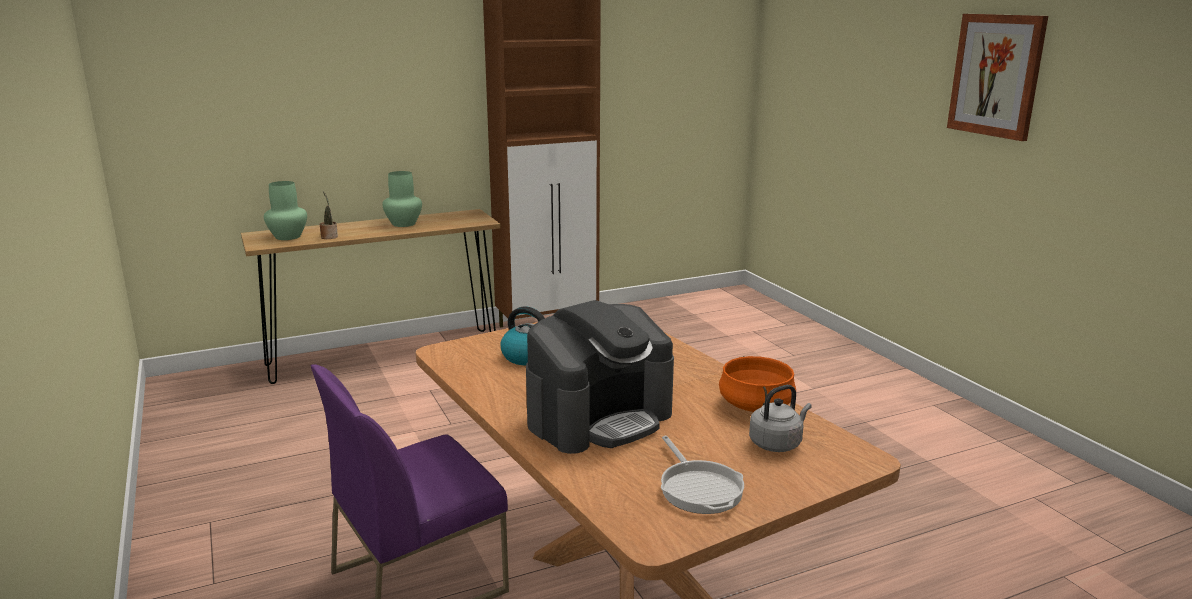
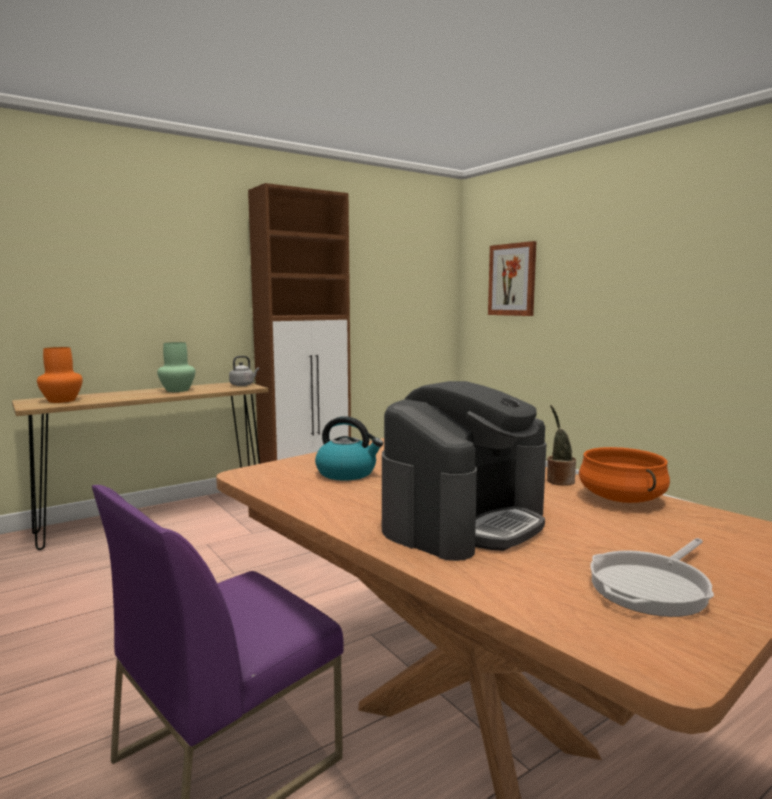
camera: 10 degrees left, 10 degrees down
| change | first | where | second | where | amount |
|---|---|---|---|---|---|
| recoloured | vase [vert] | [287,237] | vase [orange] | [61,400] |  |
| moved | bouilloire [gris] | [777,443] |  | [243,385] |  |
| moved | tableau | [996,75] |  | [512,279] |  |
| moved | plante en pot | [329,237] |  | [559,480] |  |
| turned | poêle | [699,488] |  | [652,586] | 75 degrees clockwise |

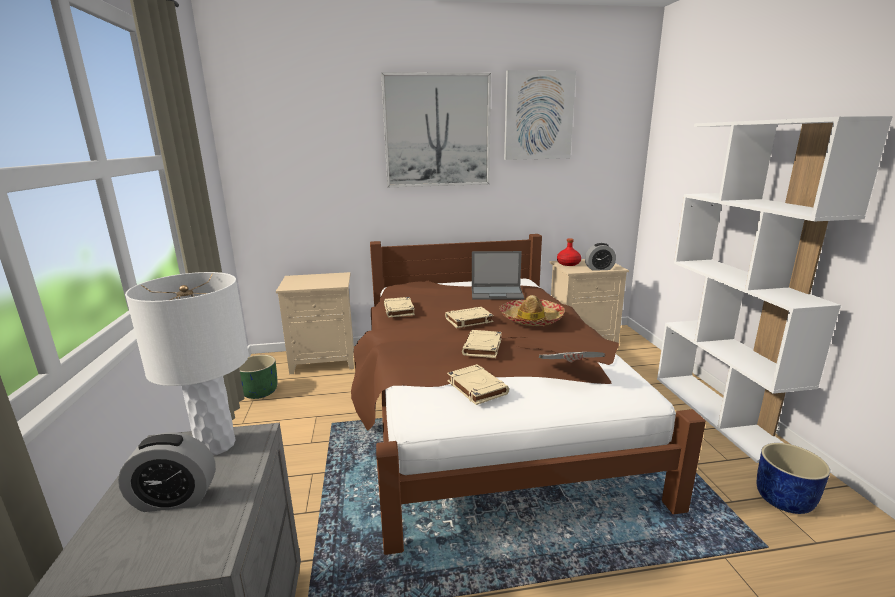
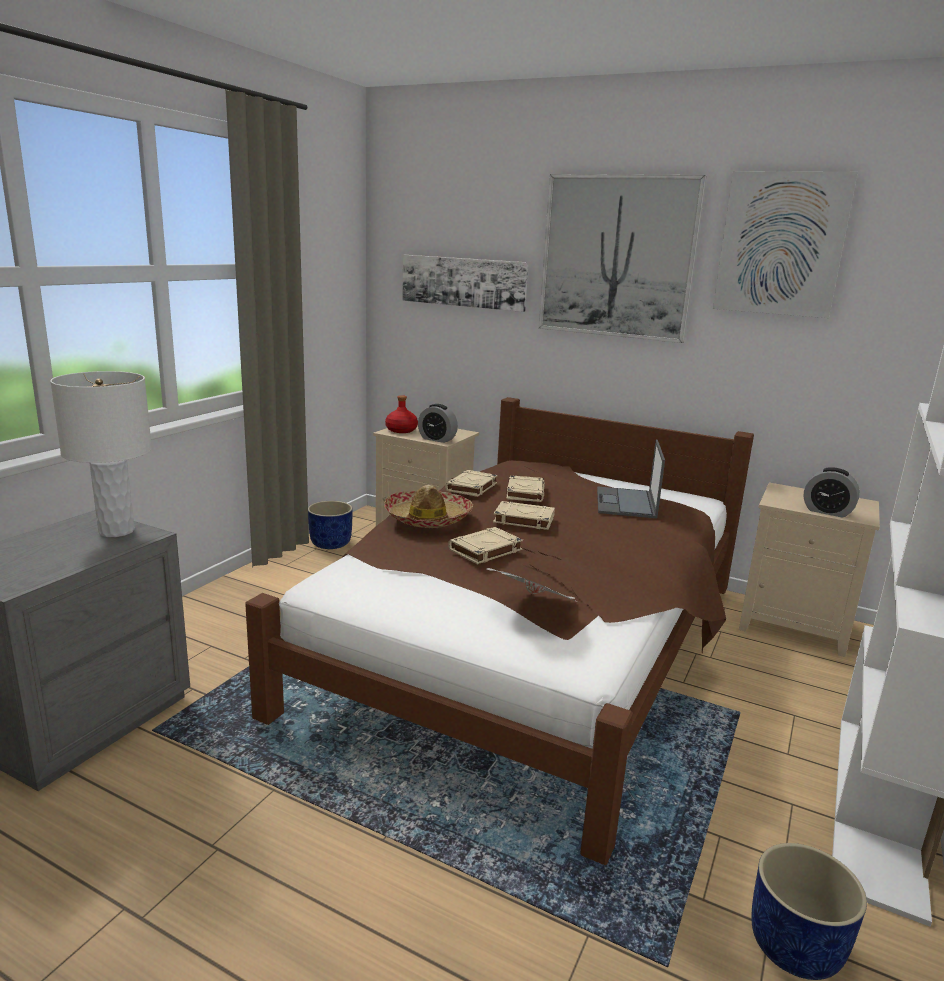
camera: 35 degrees right, 0 degrees up
| change | first | where | second | where | amount |
|---|---|---|---|---|---|
| recoloured | cache-pot [vert] | [260,392] | cache-pot [bleu] | [331,543] |  |
| moved | chapeau | [531,319] |  | [428,518] |  |
| moved | bouteille [rouge] | [568,264] |  | [401,430] |  |
| added |  |  | tableau | [464,282] |  |
| moved | réveil | [175,499] |  | [437,439] |  |
| moved | livre [beige] | [476,387] |  | [525,492] |  |
| turned | ordinateur portable | [497,293] |  | [626,503] | 60 degrees clockwise |

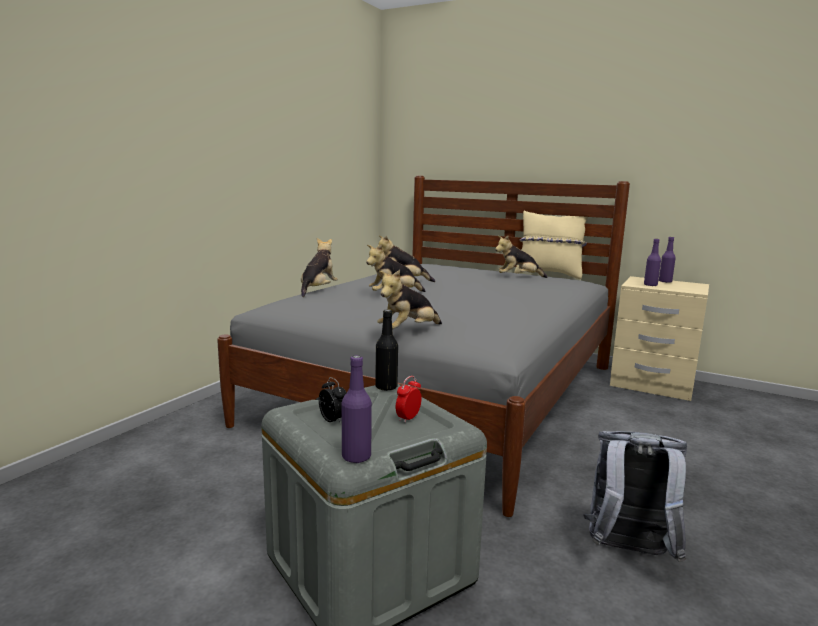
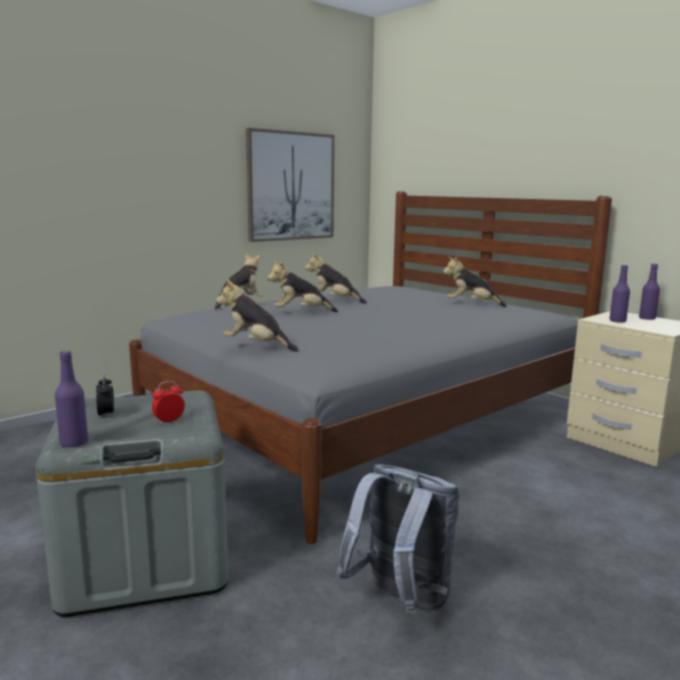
camera: 20 degrees right, 0 degrees up
| change | first | where | second | where | amount |
|---|---|---|---|---|---|
| turned | peluche | [408,331] |  | [256,346] | 45 degrees clockwise |
| added |  |  | tableau | [291,186] |  |
| removed | bouteille [noir] | [386,387] |  |  |  |
| removed | coussin [beige] | [549,274] |  |  |  |

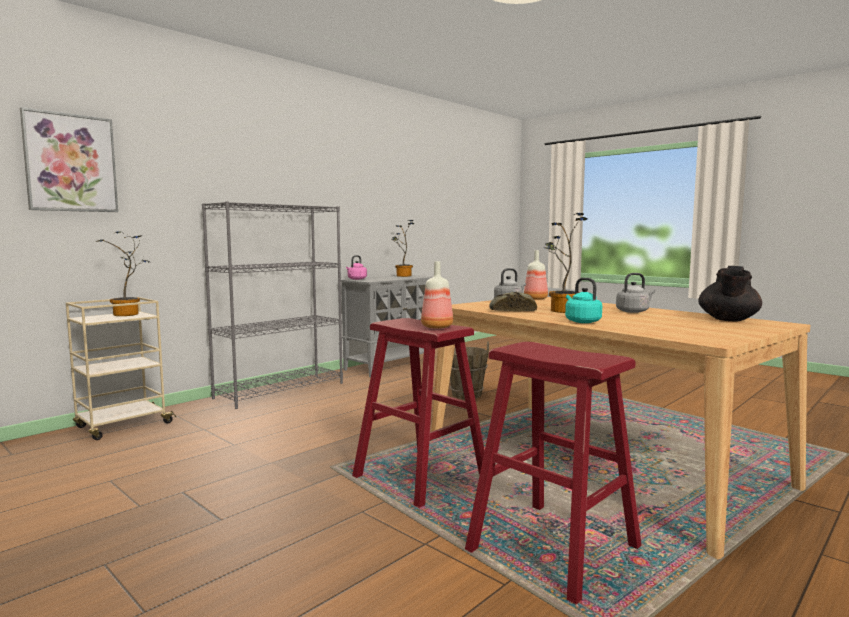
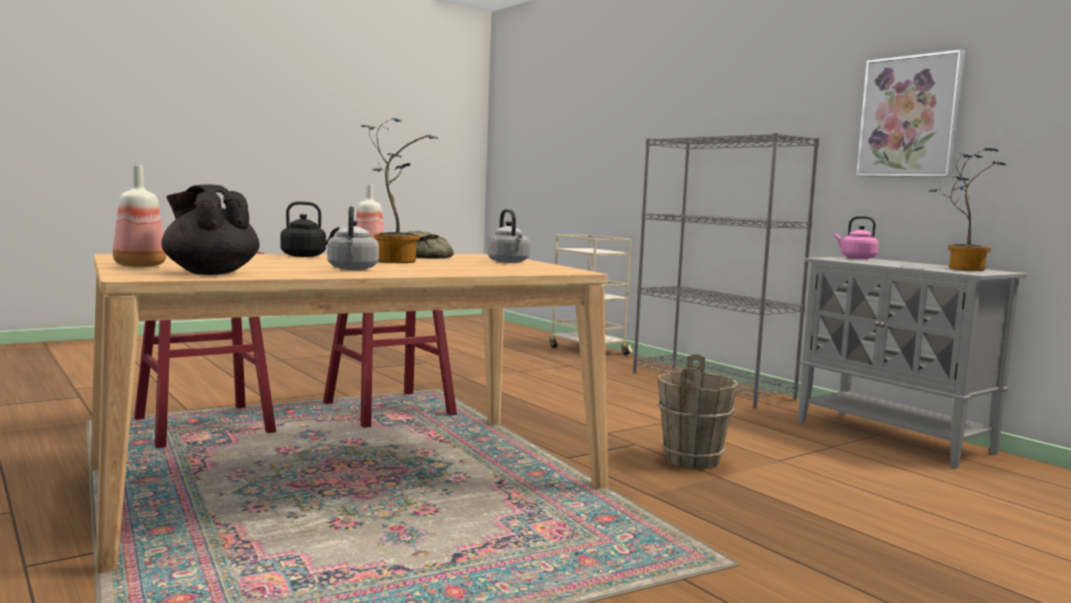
camera: 100 degrees right, 0 degrees up
| change | first | where | second | where | amount |
|---|---|---|---|---|---|
| moved | bouteille | [535,299] |  | [141,266] |  |
| recoloured | bouilloire [turquoise] | [581,321] | bouilloire [noir] | [306,256] |  |
| moved | tableau | [70,163] |  | [909,117] |  |
| removed | plante en pot | [128,315] |  |  |  |

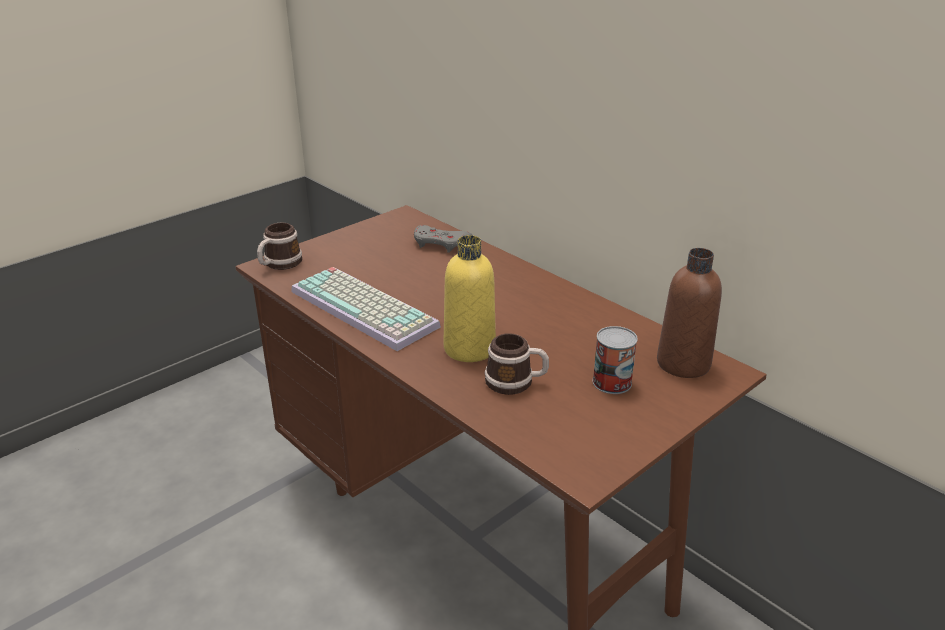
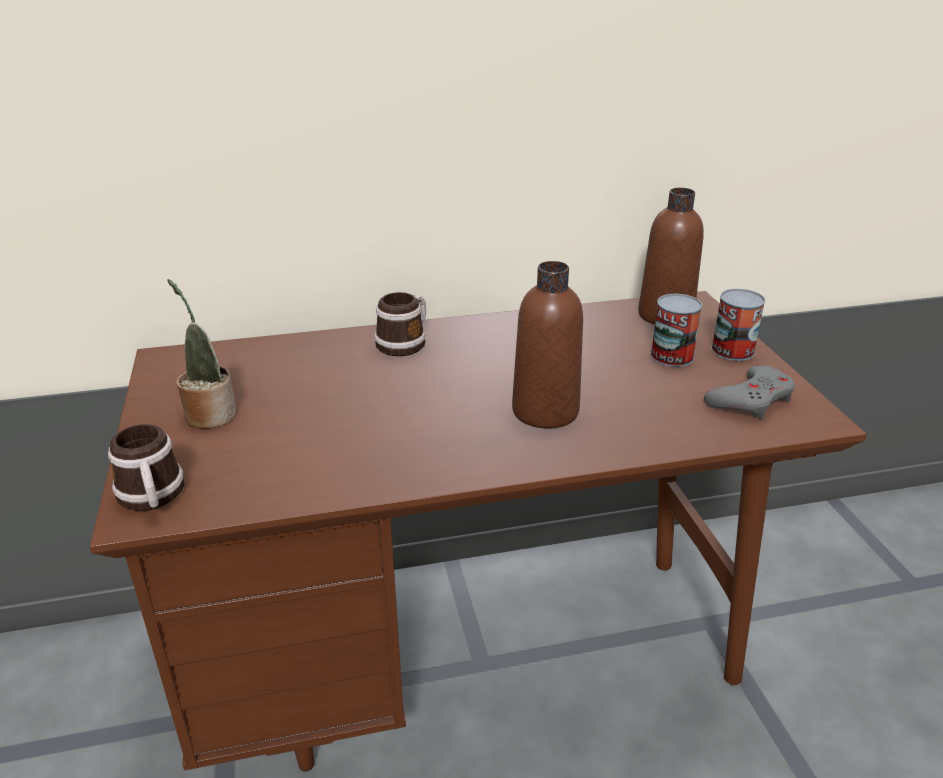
camera: 60 degrees left, 0 degrees up
| change | first | where | second | where | amount |
|---|---|---|---|---|---|
| added |  |  | plante en pot | [209,413] |  |
| moved | mug | [516,382] |  | [405,342] |  |
| recoloured | bouteille [jaune] | [469,348] | bouteille [marron] | [545,411] |  |
| moved | manette [gris] | [440,243] |  | [751,399] |  |
| added |  |  | boîte métallique | [732,350] |  |
| removed | clavier | [367,308] |  |  |  |

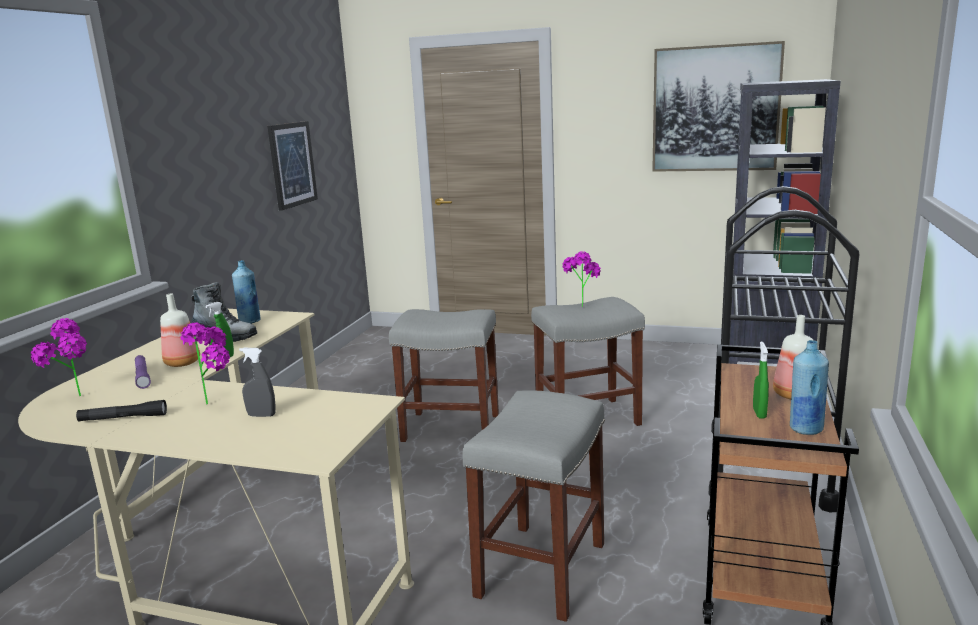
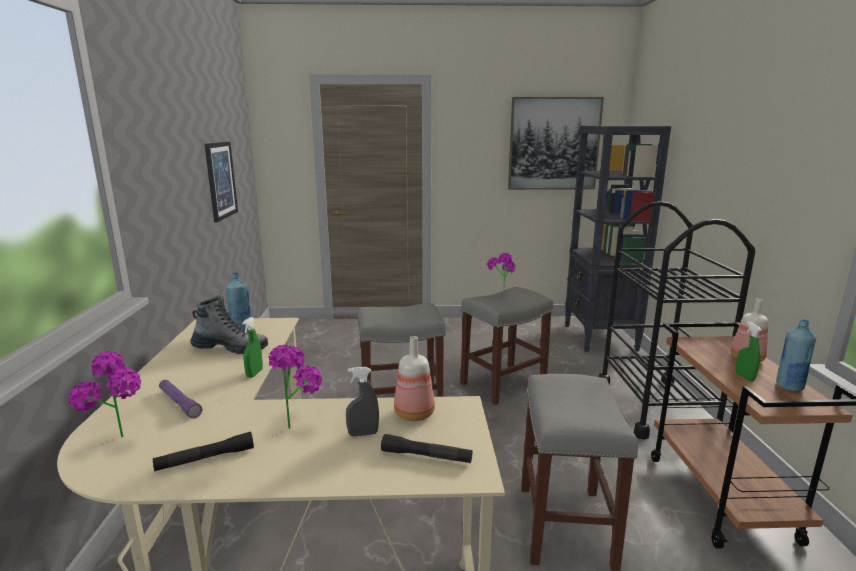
camera: 20 degrees left, 0 degrees up
| change | first | where | second | where | amount |
|---|---|---|---|---|---|
| added |  |  | lampe de poche [noir] | [426,456] |  |
| moved | bouteille | [182,362] |  | [413,413] |  |

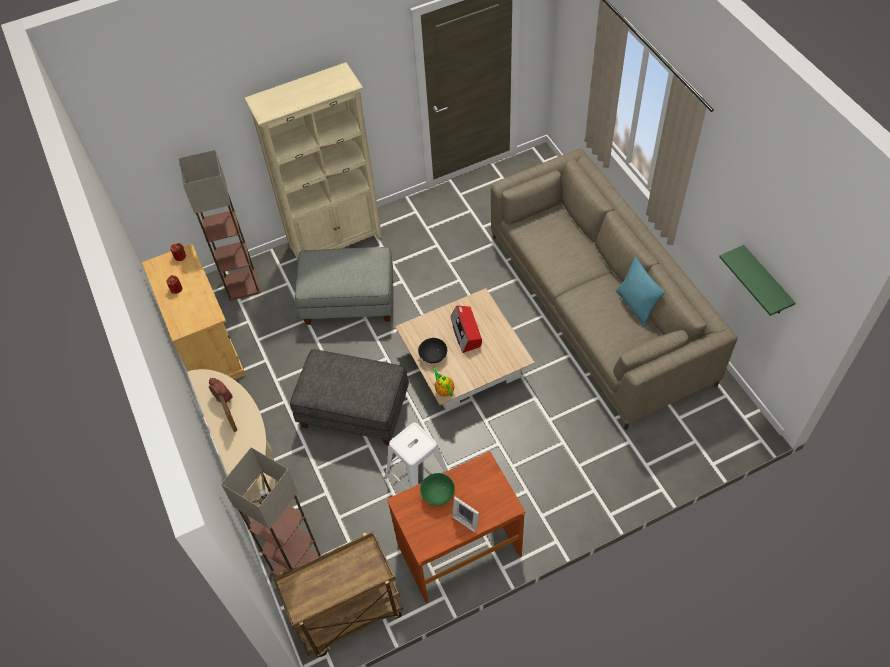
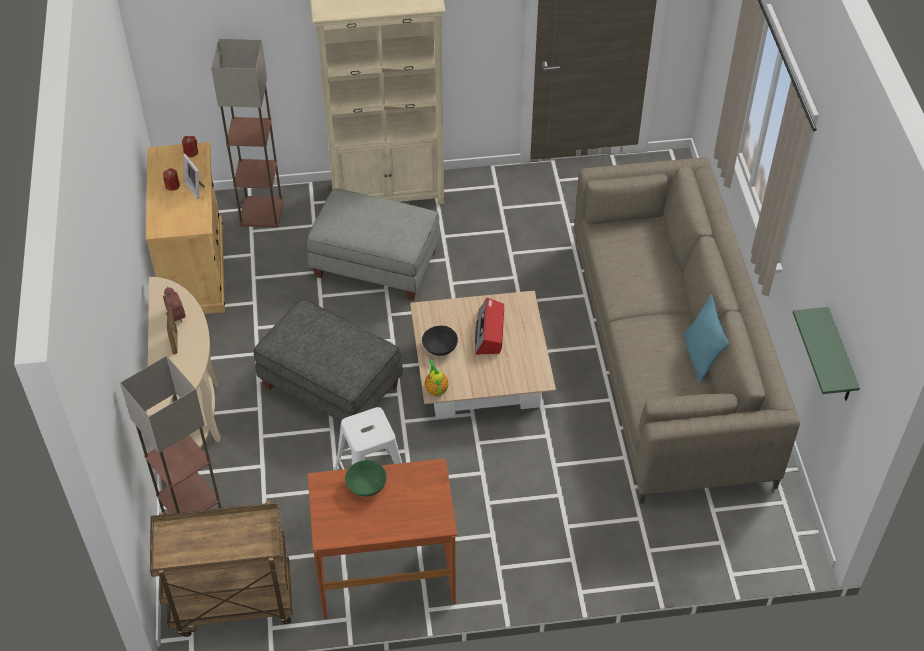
camera: 15 degrees right, 5 degrees down
| change | first | where | second | where | amount |
|---|---|---|---|---|---|
| moved | cadre photo | [467,519] |  | [196,188] |  |

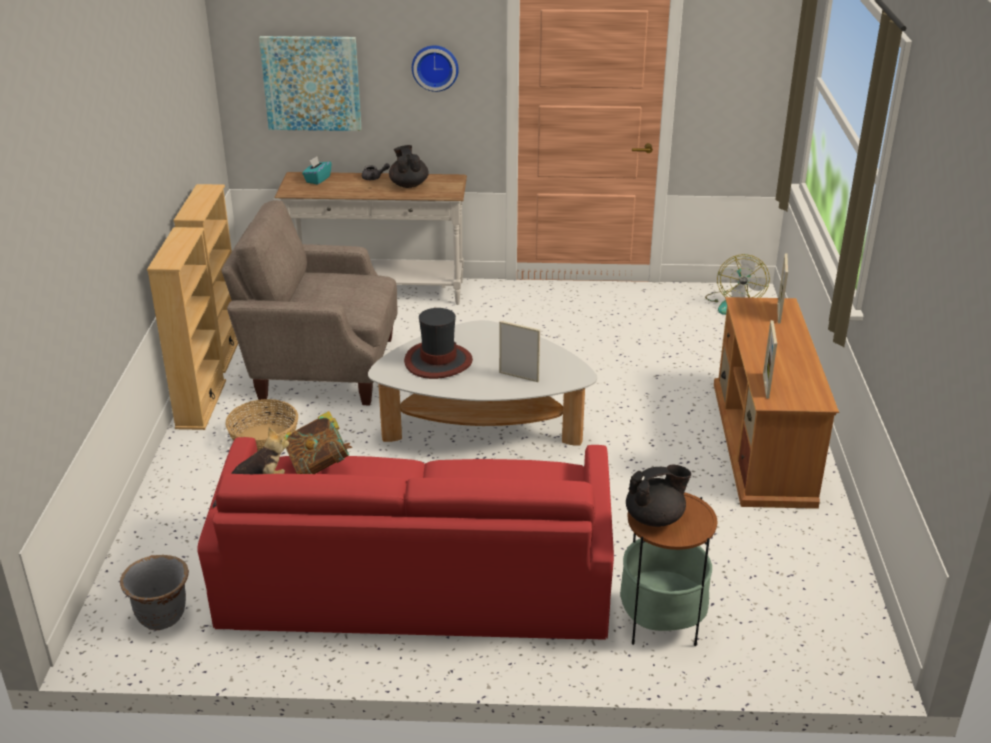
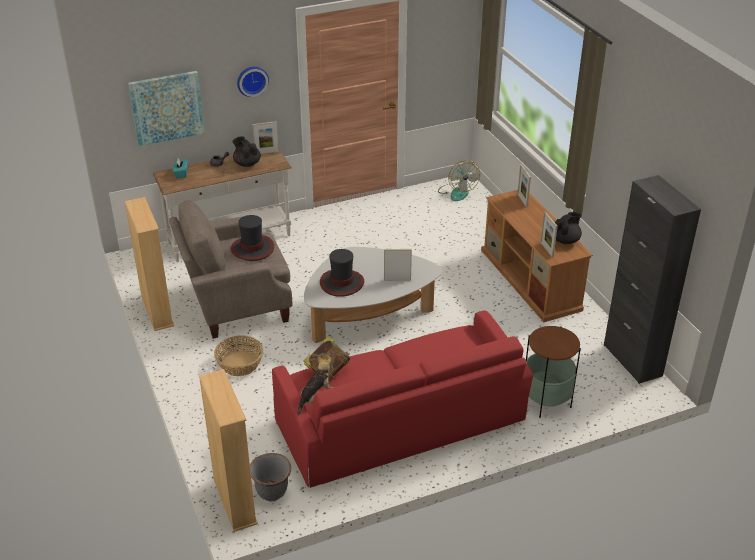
camera: 25 degrees left, 5 degrees up
| change | first | where | second | where | amount |
|---|---|---|---|---|---|
| moved | bibliothèque [beige] | [200,404] |  | [234,501] |  |
| added |  |  | chapeau | [252,248] |  |
| added |  |  | cadre photo | [266,153] |  |
| moved | théière [noir] | [655,518] |  | [565,240] |  |
| added |  |  | meuble de rangement [noir] | [632,360] |  |

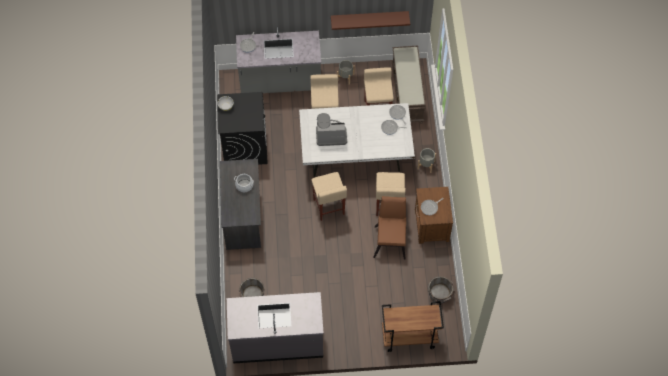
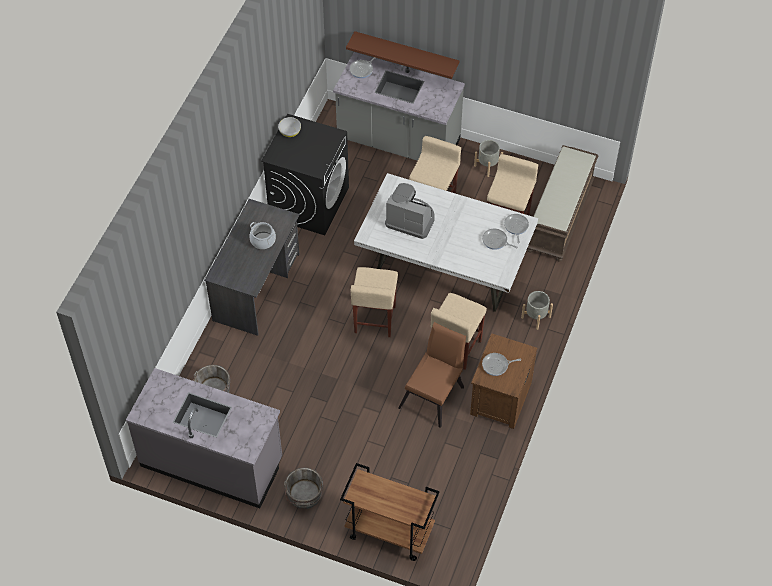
camera: 25 degrees right, 5 degrees down
| change | first | where | second | where | amount |
|---|---|---|---|---|---|
| moved | seau [gris] | [440,294] |  | [304,496] |  |
| moved | étagère [marron] | [369,18] |  | [406,53] |  |

